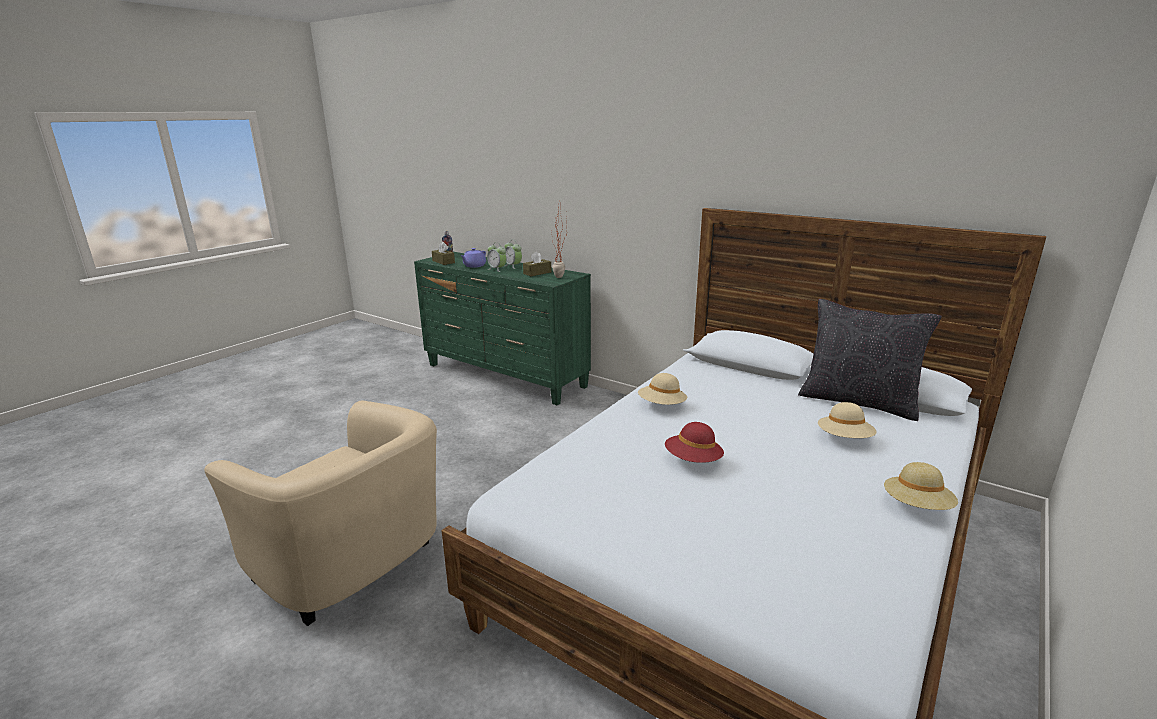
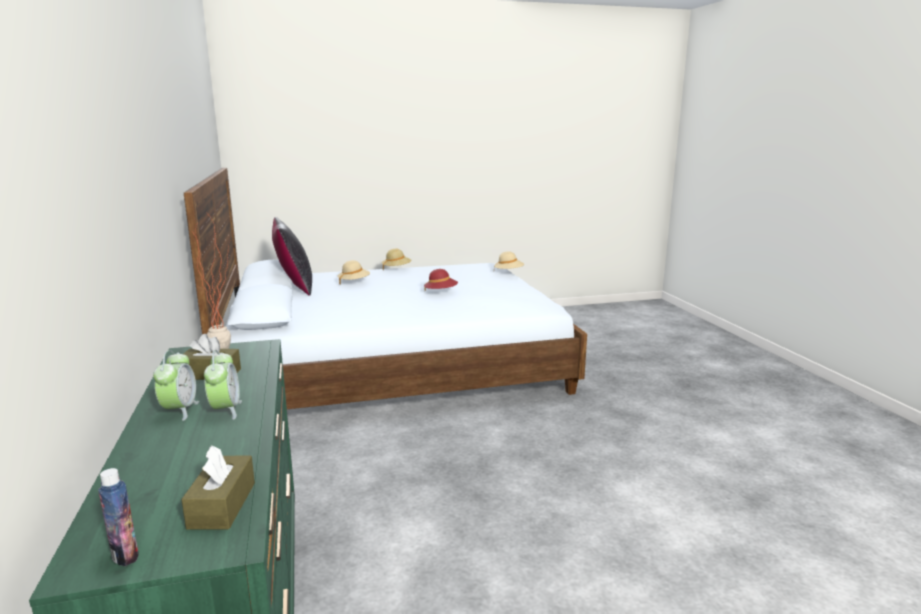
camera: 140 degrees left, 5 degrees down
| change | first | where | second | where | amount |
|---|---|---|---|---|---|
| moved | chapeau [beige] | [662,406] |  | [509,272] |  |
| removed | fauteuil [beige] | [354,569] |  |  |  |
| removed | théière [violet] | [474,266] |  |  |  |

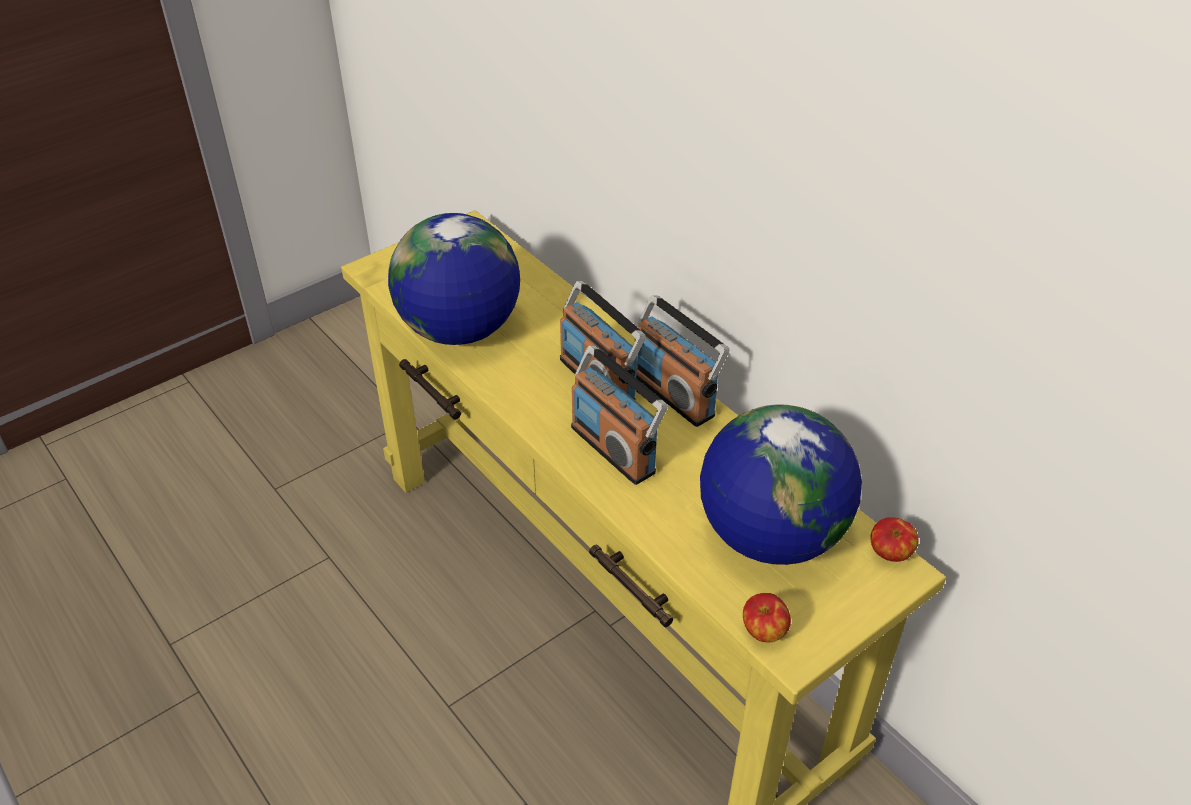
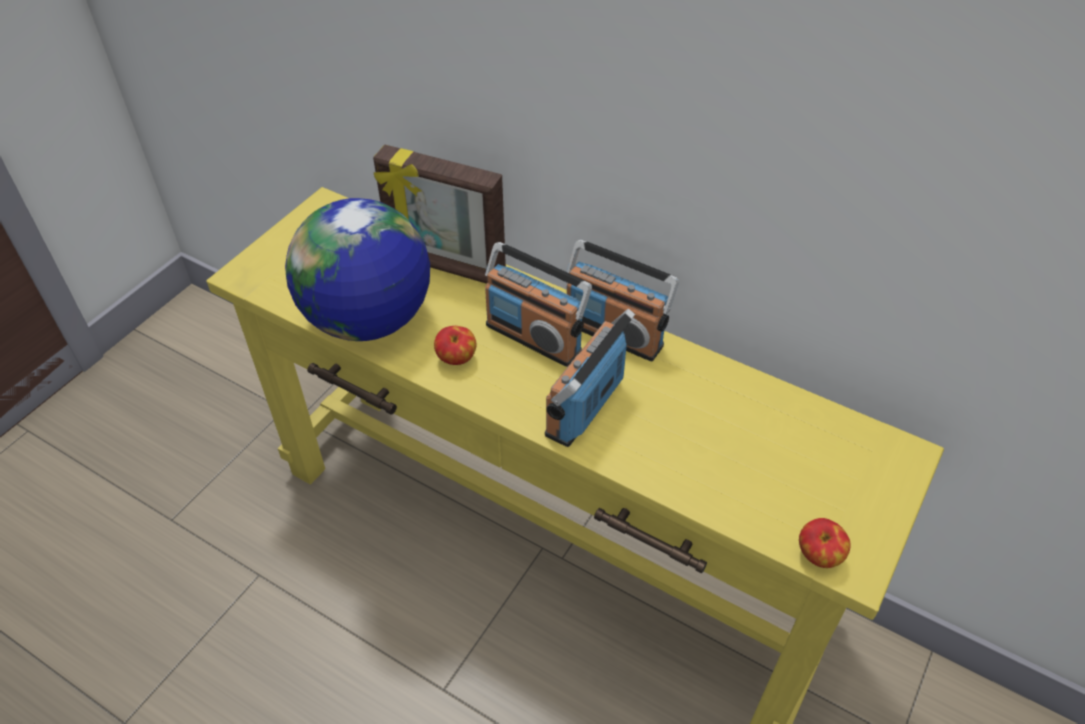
camera: 20 degrees left, 5 degrees up
| change | first | where | second | where | amount |
|---|---|---|---|---|---|
| added |  |  | cadre photo | [446,267] |  |
| moved | pomme | [890,554] |  | [456,359] |  |
| turned | radio | [614,449] |  | [585,406] | 90 degrees clockwise |
| removed | globe | [770,535] |  |  |  |

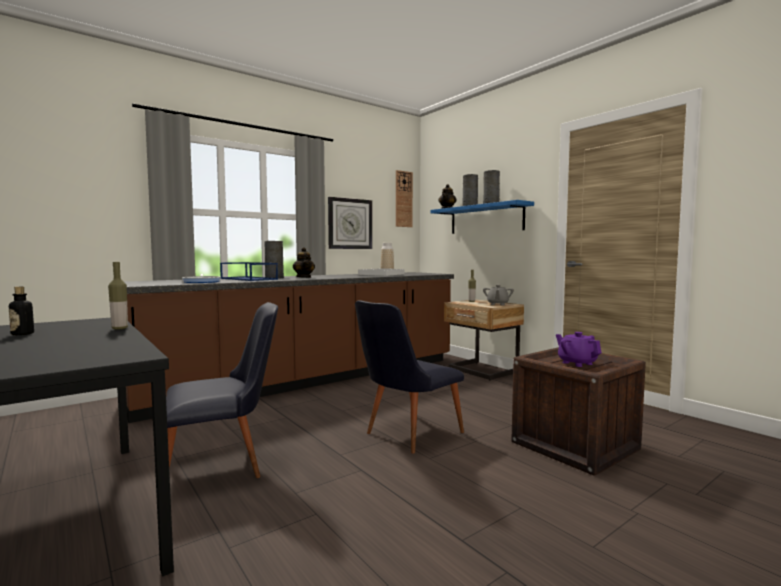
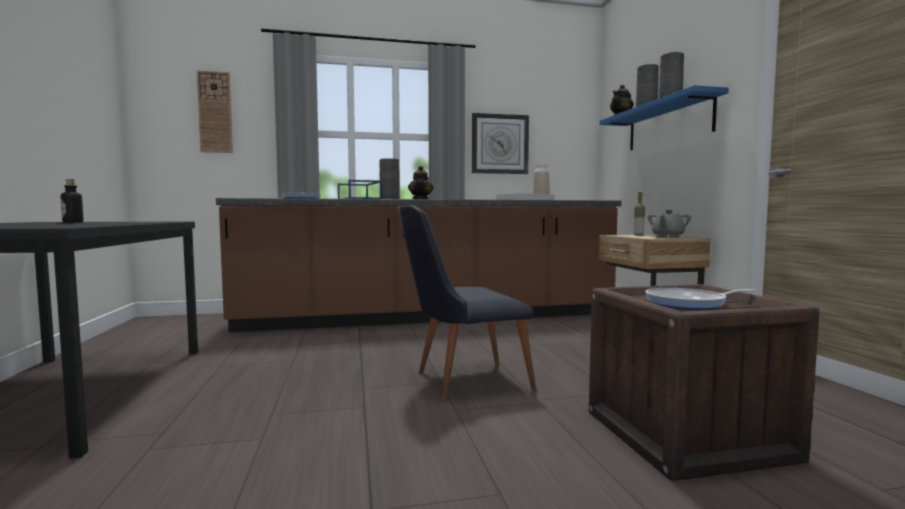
camera: 25 degrees right, 0 degrees up
| change | first | where | second | where | amount |
|---|---|---|---|---|---|
| moved | horloge murale | [403,199] |  | [215,112] |  |
| replaced | théière [violet] | [577,363] | poêle | [689,303] |  |
| removed | bouteille | [119,328] |  |  |  |
| removed | chaise [noir] | [223,467] |  |  |  |

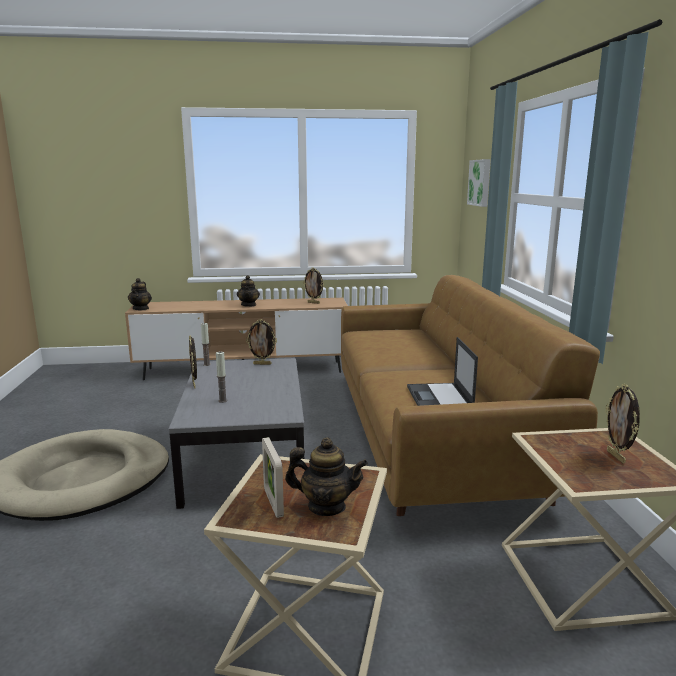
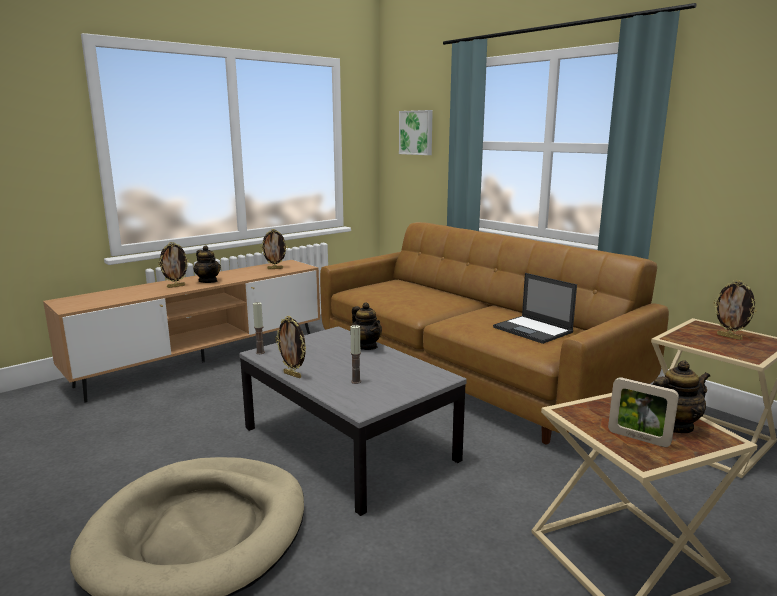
camera: 35 degrees left, 0 degrees up
| change | first | where | second | where | amount |
|---|---|---|---|---|---|
| moved | cadre photo | [262,364] |  | [176,286] |  |
| moved | théière | [141,308] |  | [366,346] |  |

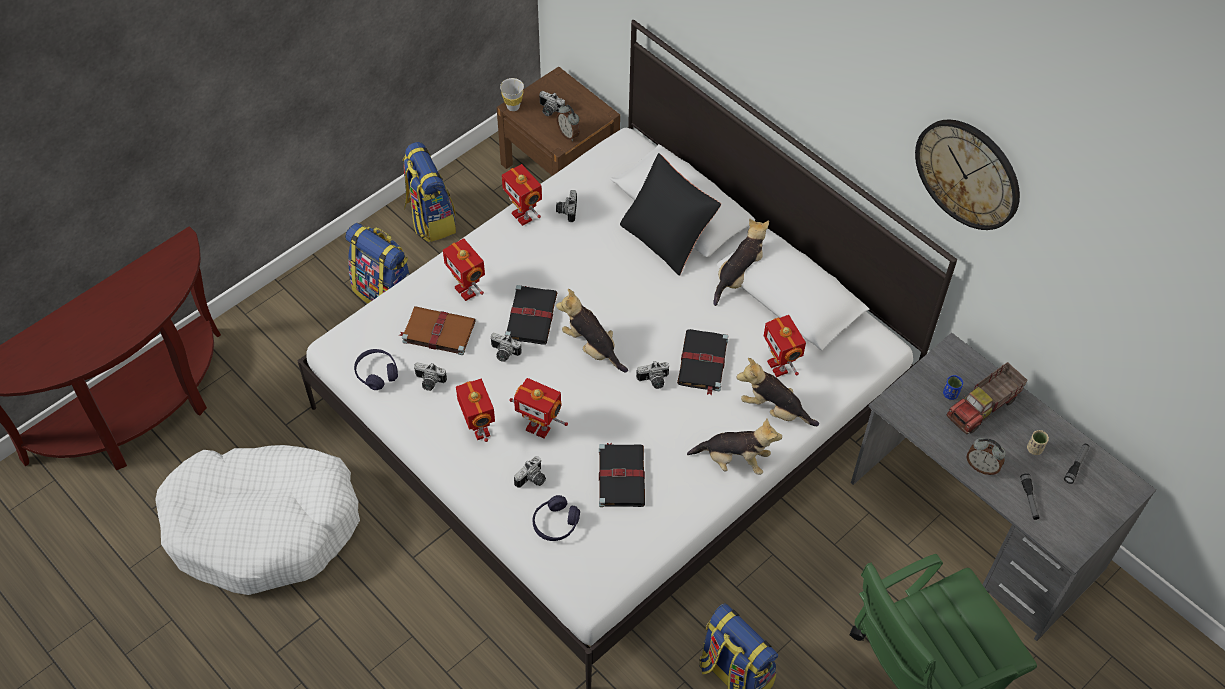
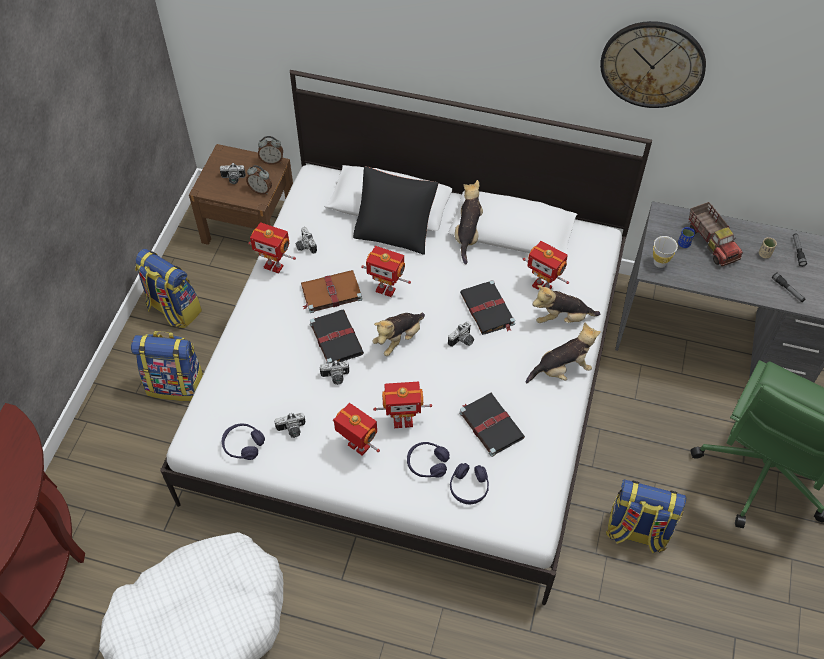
camera: 30 degrees left, 0 degrees up
| change | first | where | second | where | amount |
|---|---|---|---|---|---|
| moved | réveil | [982,466] |  | [272,161] |  |
| moved | livre [marron] | [437,332] |  | [330,293] |  |
| moved | robot jouet | [466,290] |  | [386,289] |  |
| turned | peluche | [592,347] |  | [398,339] | 60 degrees counterclockwise |
| replaced | appareil photo | [532,480] | casque audio [violet] | [427,463] |  |
| moved | tasse [blanc] | [513,106] |  | [659,263] |  |
| turned | camion jouet | [984,408] |  | [712,242] | 45 degrees counterclockwise |

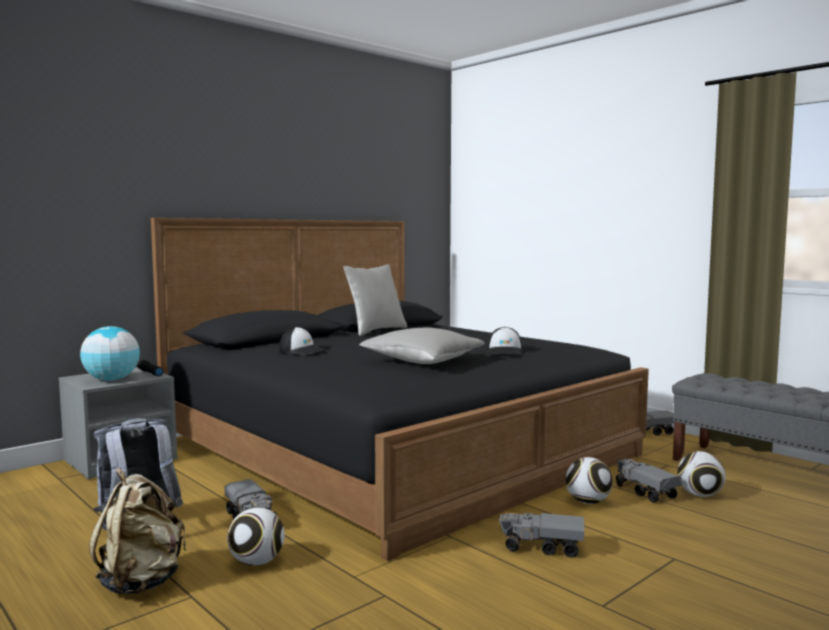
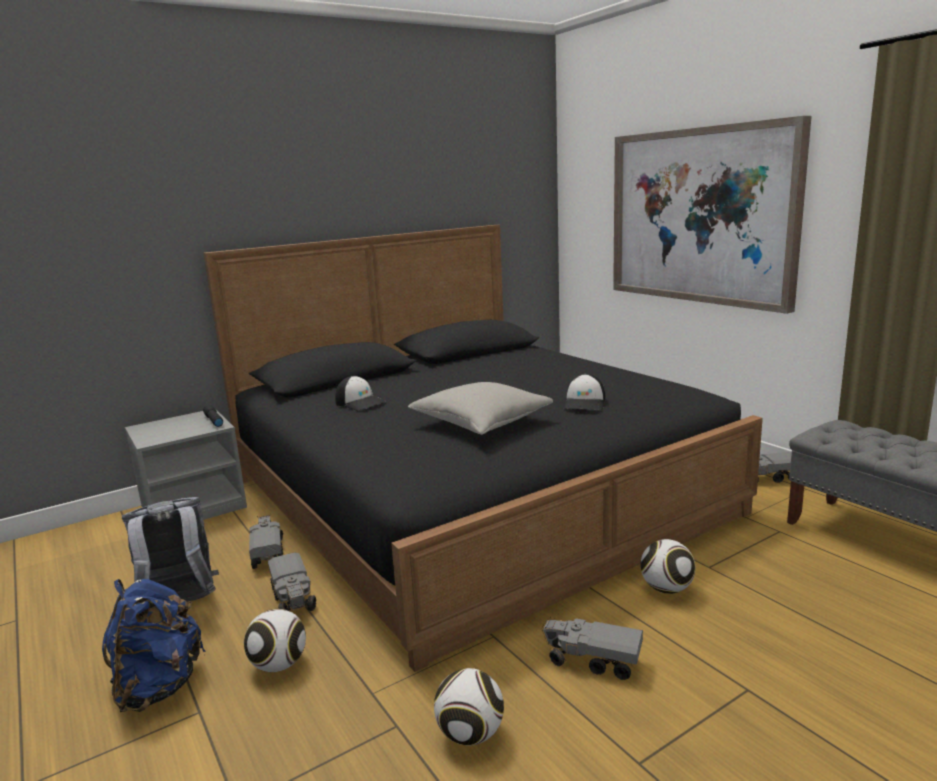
camera: 10 degrees right, 10 degrees up
| change | first | where | second | where | amount |
|---|---|---|---|---|---|
| recoloured | sac à dos [beige] | [142,582] | sac à dos [bleu] | [159,686] |  |
| moved | camion jouet | [644,492] |  | [267,553] |  |
| moved | ballon de foot | [699,495] |  | [470,734] |  |
| added |  |  | tableau | [700,216] |  |
| removed | globe | [111,380] |  |  |  |
| removed | coussin [gris] | [376,331] |  |  |  |

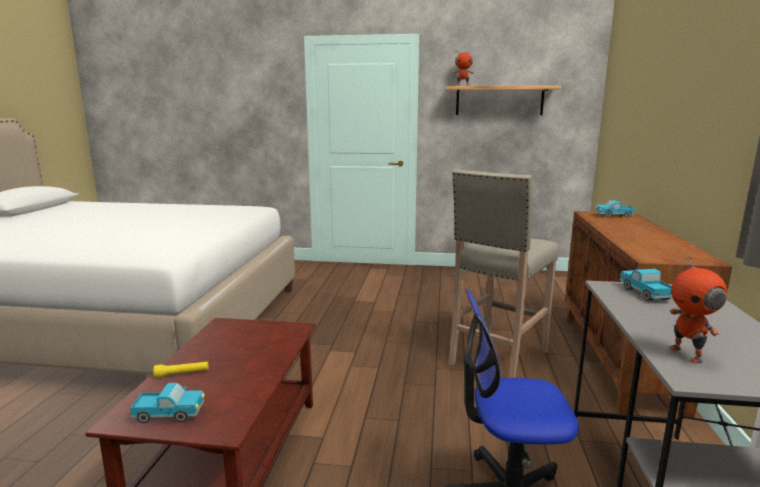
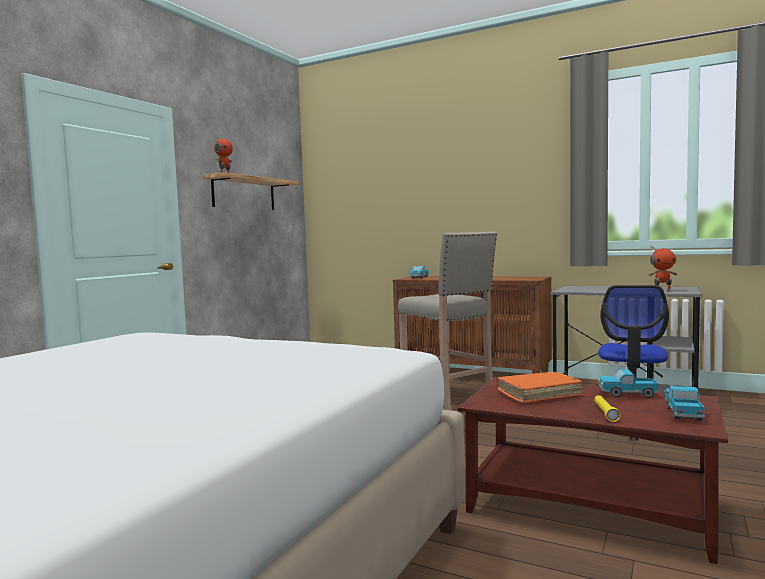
camera: 70 degrees left, 10 degrees down
| change | first | where | second | where | amount |
|---|---|---|---|---|---|
| added |  |  | livre [orange] | [538,394] |  |
| moved | camion jouet | [644,293] |  | [627,394] |  |

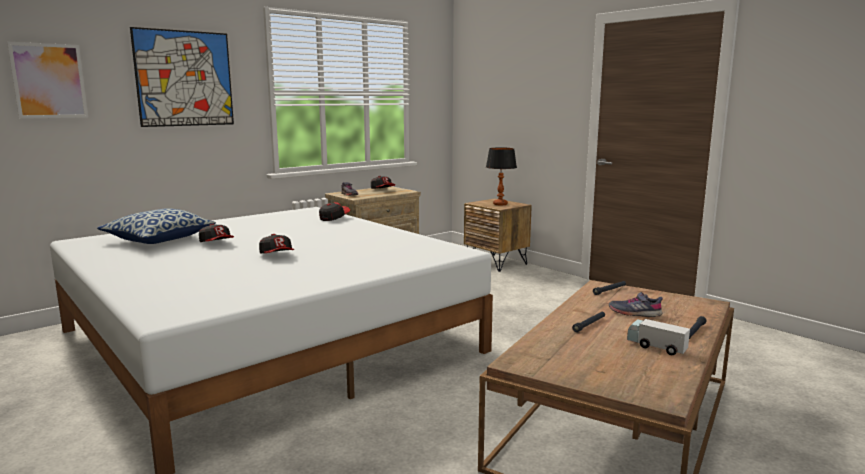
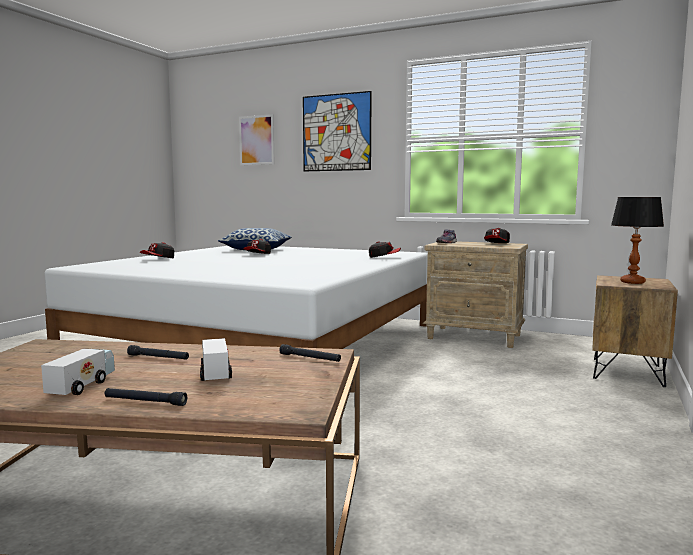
camera: 65 degrees right, 5 degrees down
| change | first | where | second | where | amount |
|---|---|---|---|---|---|
| moved | casquette | [277,255] |  | [158,259] |  |
| replaced | chaussure [gris] | [634,313] | camion jouet | [215,372] |  |

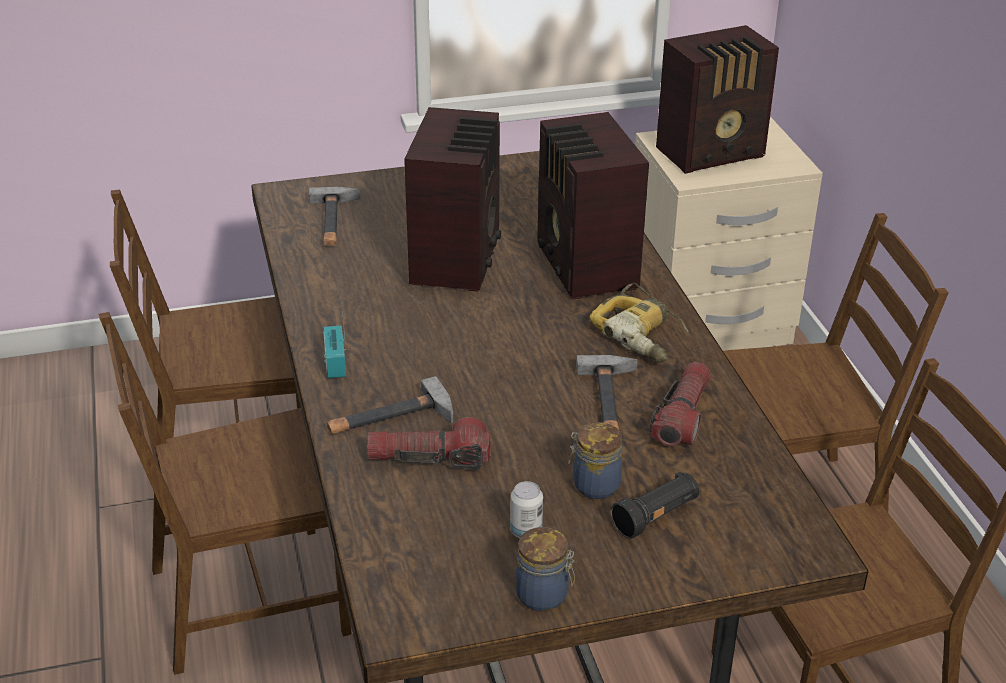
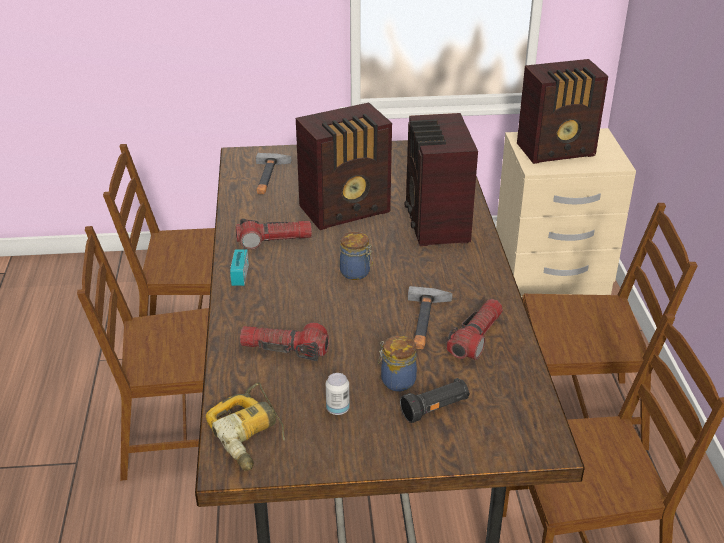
camera: 10 degrees right, 0 degrees up
| change | first | where | second | where | amount |
|---|---|---|---|---|---|
| moved | perceuse | [642,334] |  | [250,434] |  |
| added |  |  | lampe de poche | [274,240] |  |
| turned | radio | [457,258] |  | [347,210] | 45 degrees clockwise |
| moved | bocal | [544,595] |  | [356,273] |  |
| removed | marteau | [390,419] |  |  |  |

